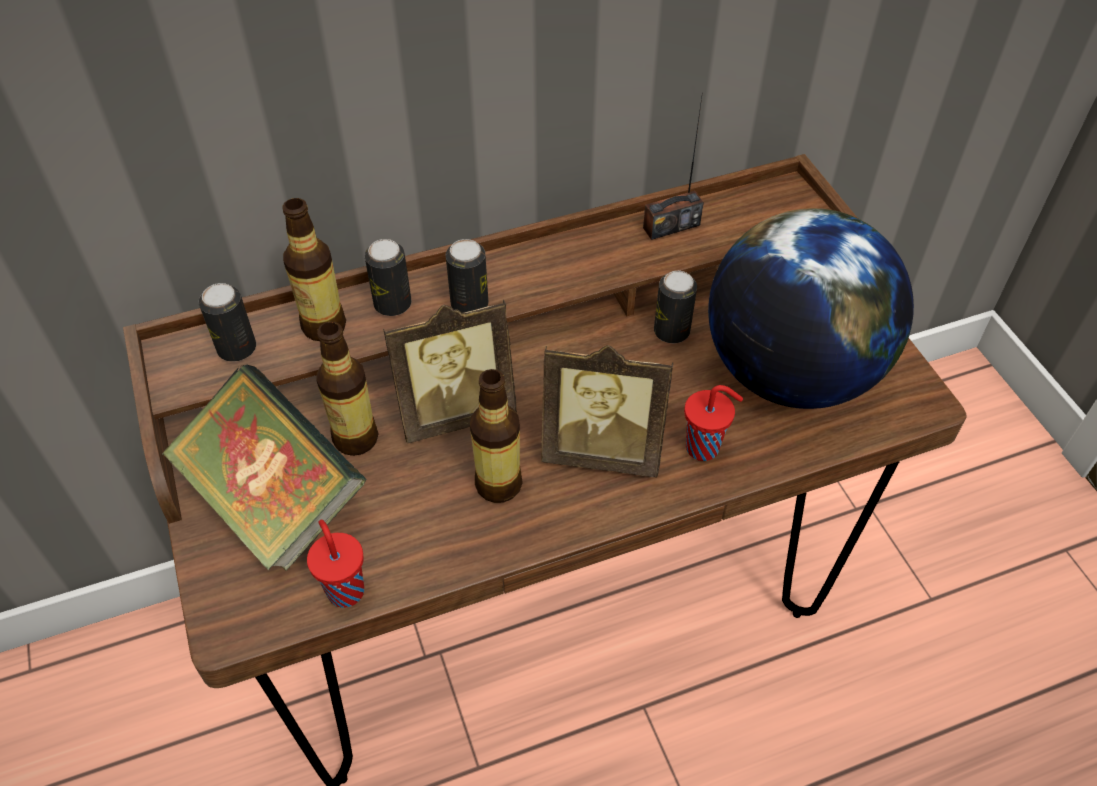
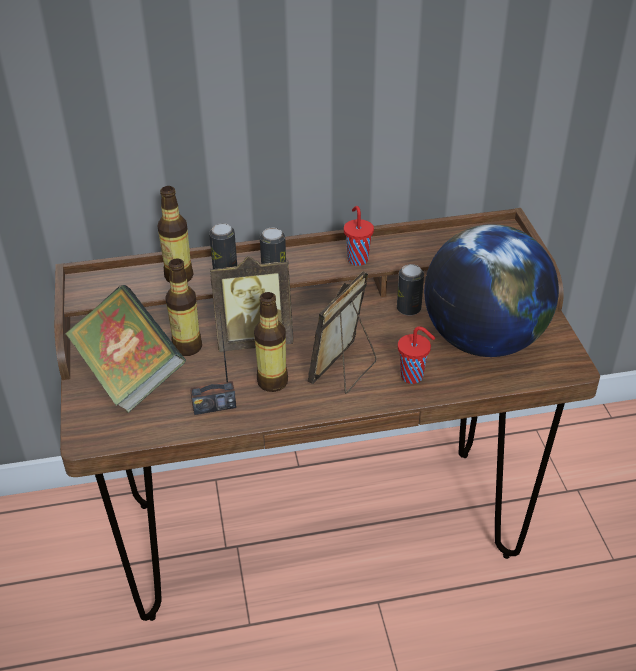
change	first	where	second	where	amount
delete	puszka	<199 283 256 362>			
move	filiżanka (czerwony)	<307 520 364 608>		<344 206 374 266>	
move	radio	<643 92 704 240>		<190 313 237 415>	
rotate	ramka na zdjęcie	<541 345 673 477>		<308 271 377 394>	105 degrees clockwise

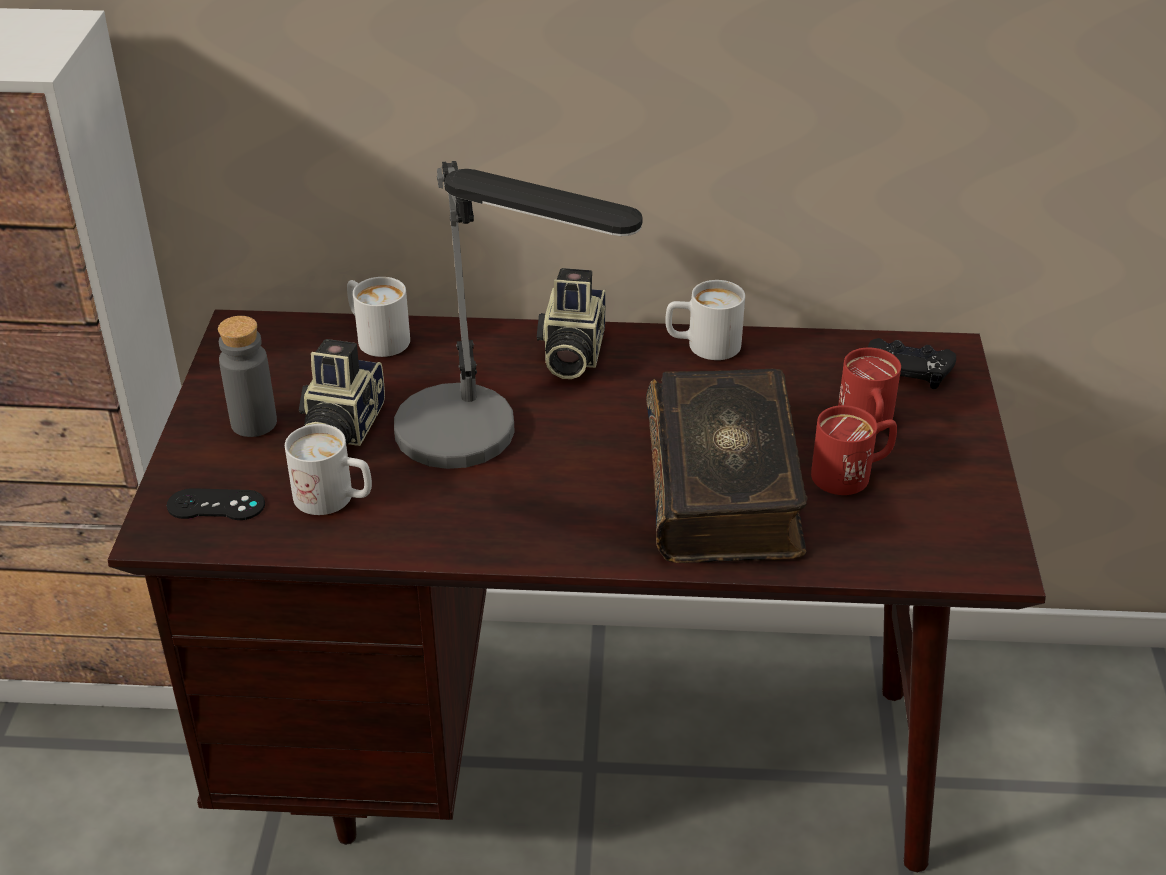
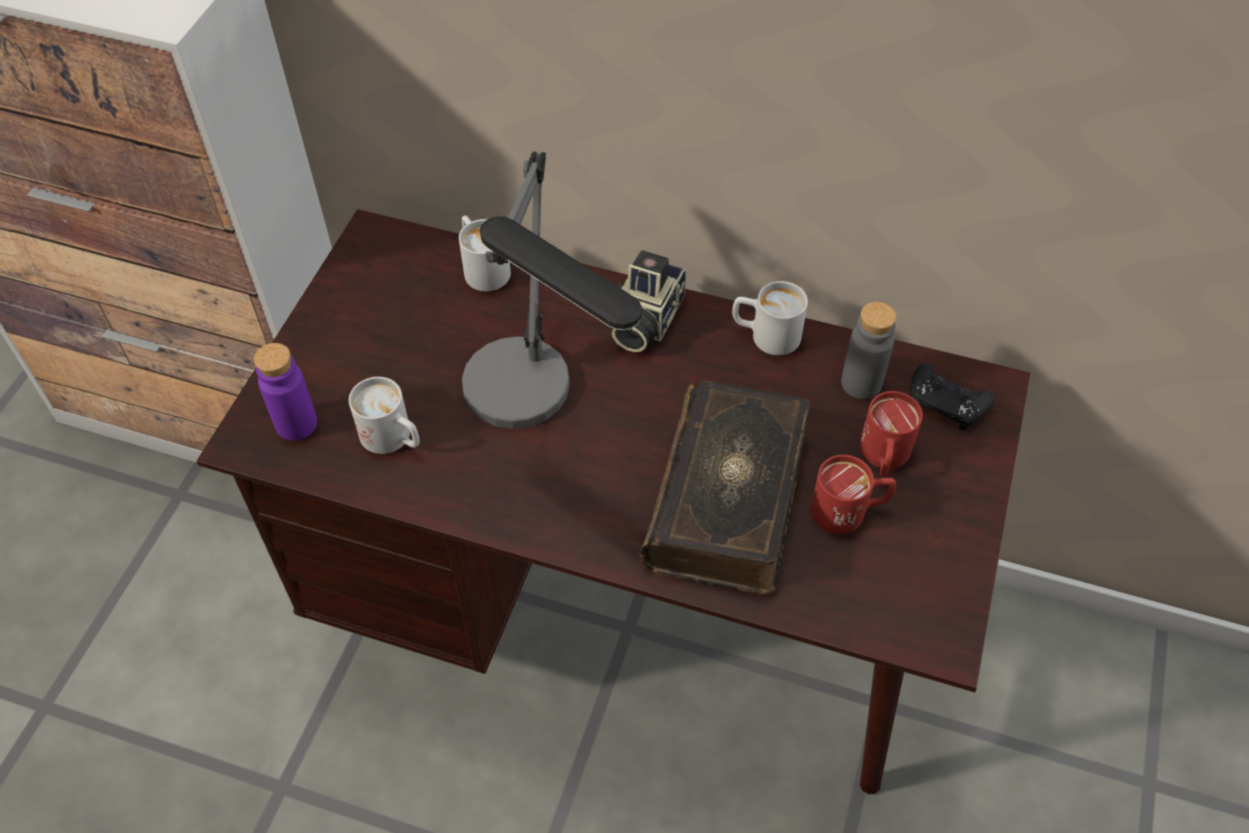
change	first	where	second	where	amount
delete	aparat fotograficzny	<299 339 385 446>			
move	butelka (szary)	<218 316 277 437>		<841 302 896 399>	
replace	pad do gier (czarny)	<167 488 265 520>	butelka (fioletowy)	<254 343 317 441>	

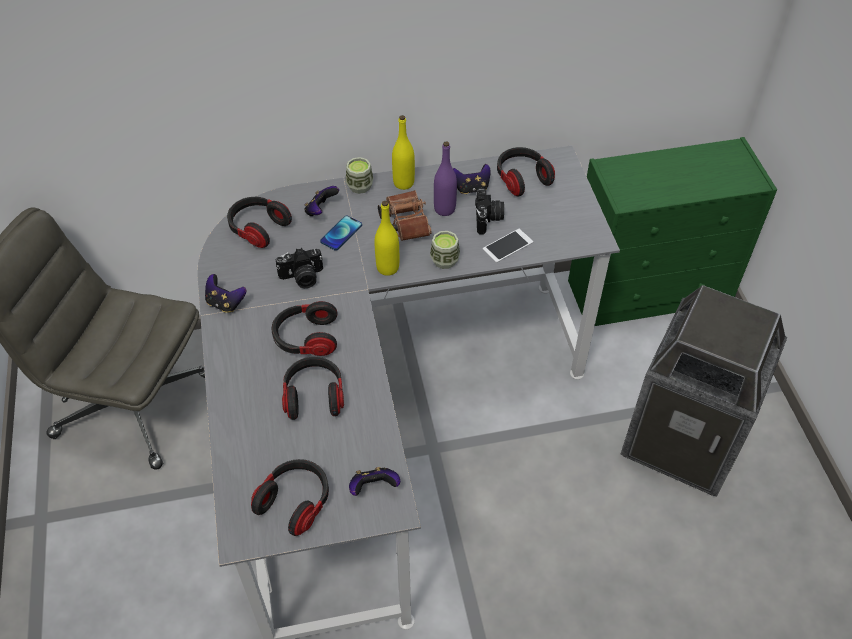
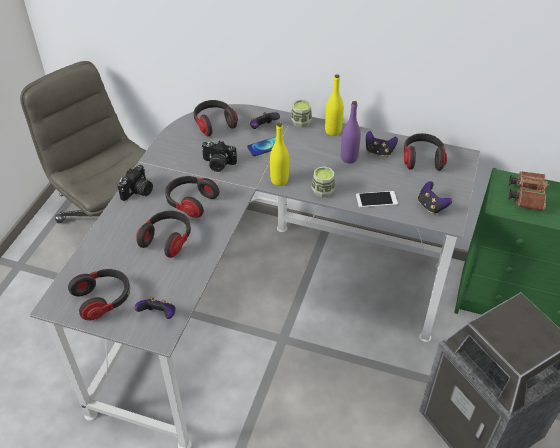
change	first	where	second	where	amount
move	pad do gier	<205 274 246 313>		<418 181 452 215>	
move	lornetka (brązowy)	<378 190 432 241>		<508 171 550 211>	
move	aparat fotograficzny	<475 188 504 234>		<118 165 153 201>	

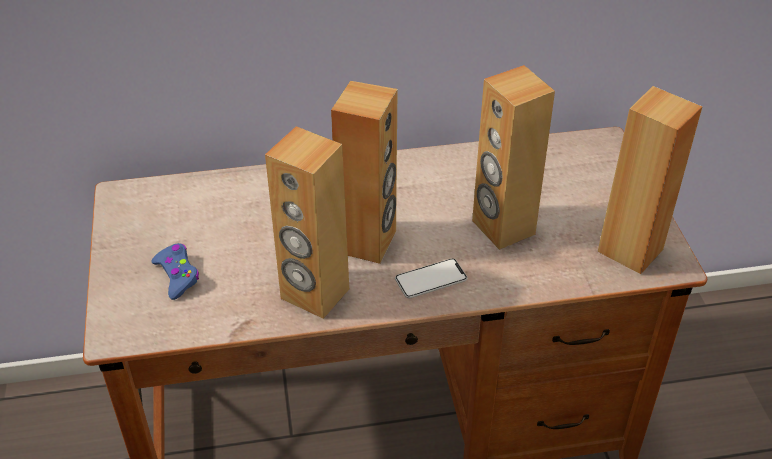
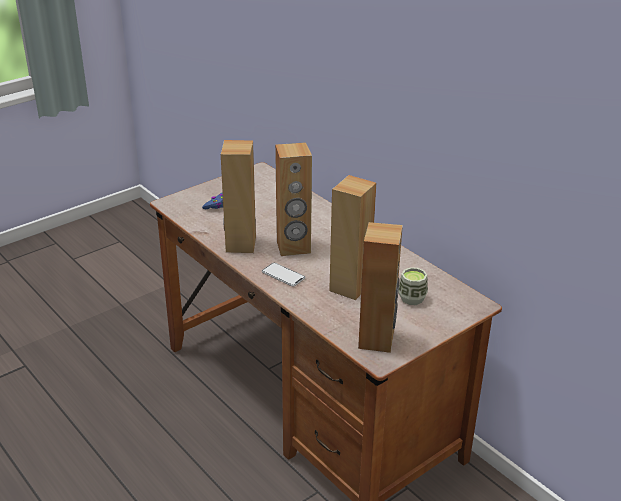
change	first	where	second	where	amount
insert			filiżanka	<398 267 428 305>	

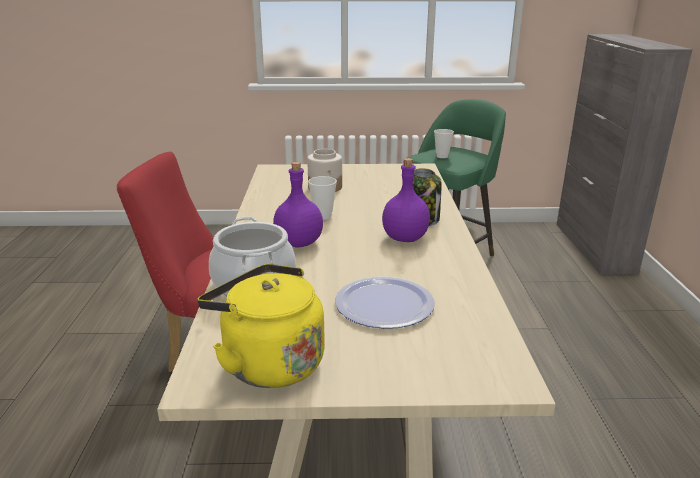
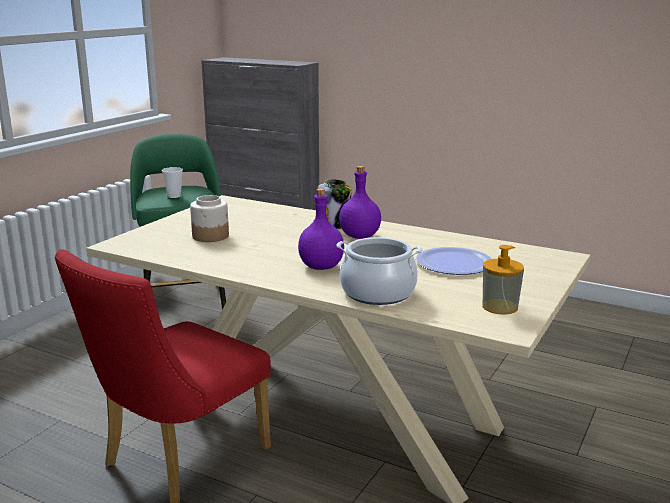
change	first	where	second	where	amount
delete	filiżanka	<308 176 337 220>			
replace	czajnik (żółty)	<198 264 325 388>	dozownik mydła	<482 245 524 315>	

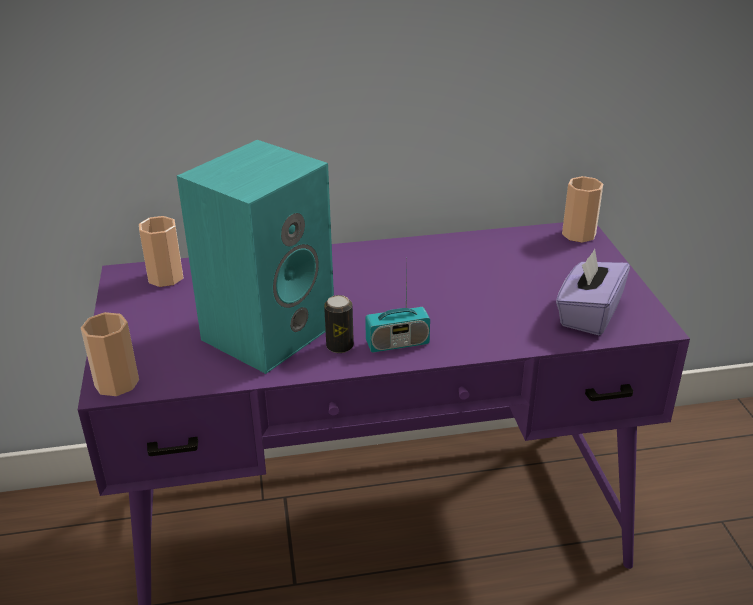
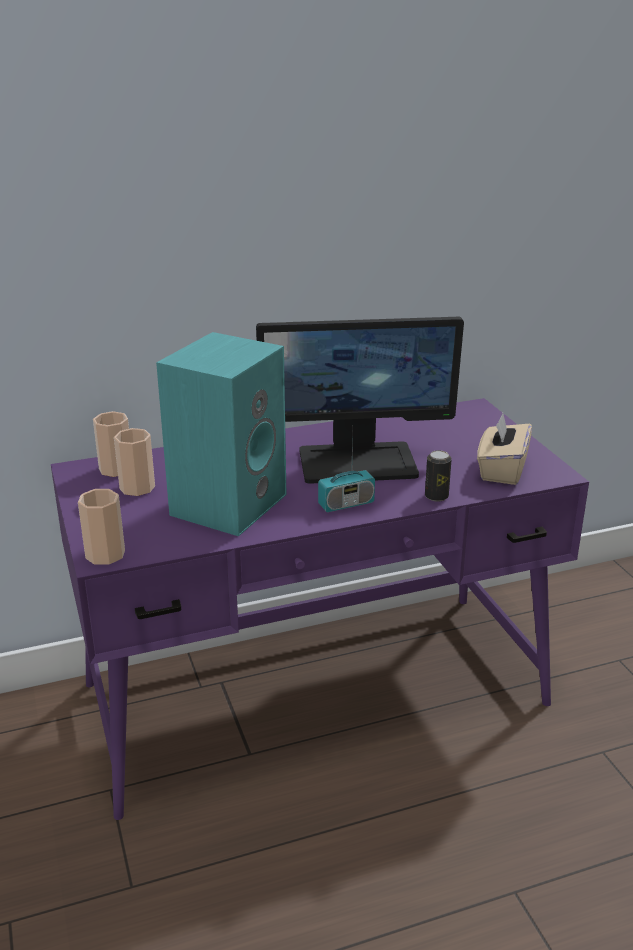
change	first	where	second	where	amount
insert			monitor	<256 317 464 484>	
move	puszka	<324 295 354 353>		<425 450 452 502>	
move	filiżanka	<562 176 603 243>		<114 428 155 496>	
recolor	pudełko chusteczek (fioletowy)	<556 249 630 335>	pudełko chusteczek (beżowy)	<477 413 532 485>	

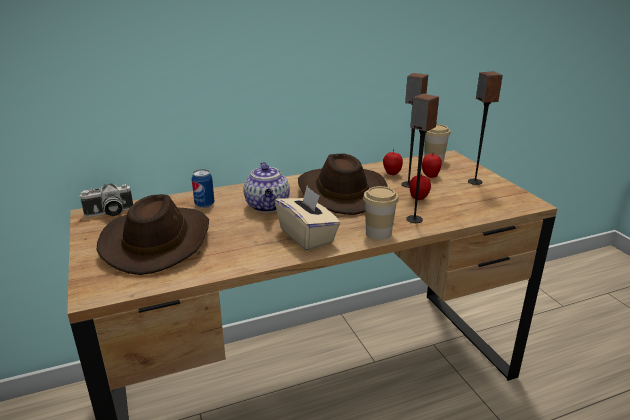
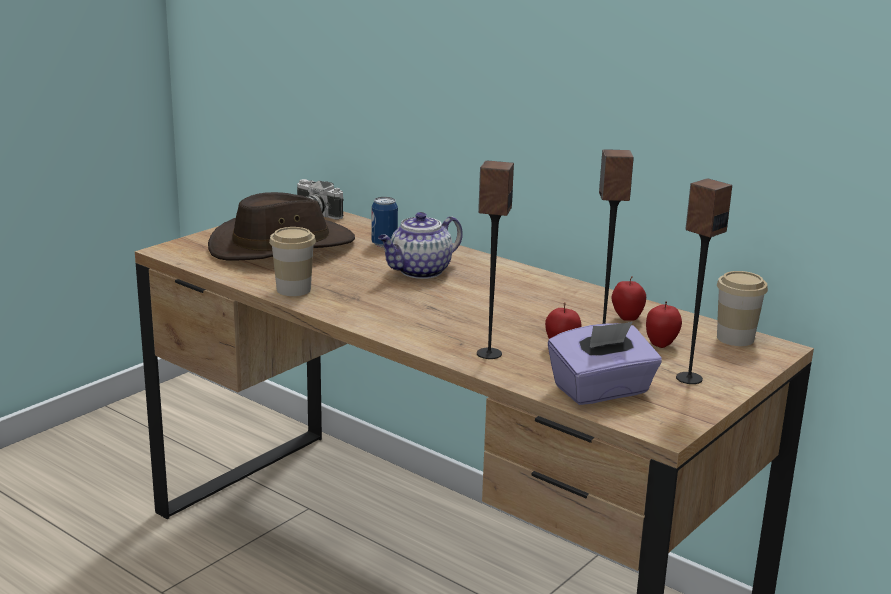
change	first	where	second	where	amount
delete	pudełko chusteczek (beżowy)	<275 186 341 251>			
delete	kapelusz (brązowy)	<298 153 388 215>			
insert			pudełko chusteczek (fioletowy)	<548 322 662 405>	
move	filiżanka	<363 186 399 240>		<269 227 316 296>	

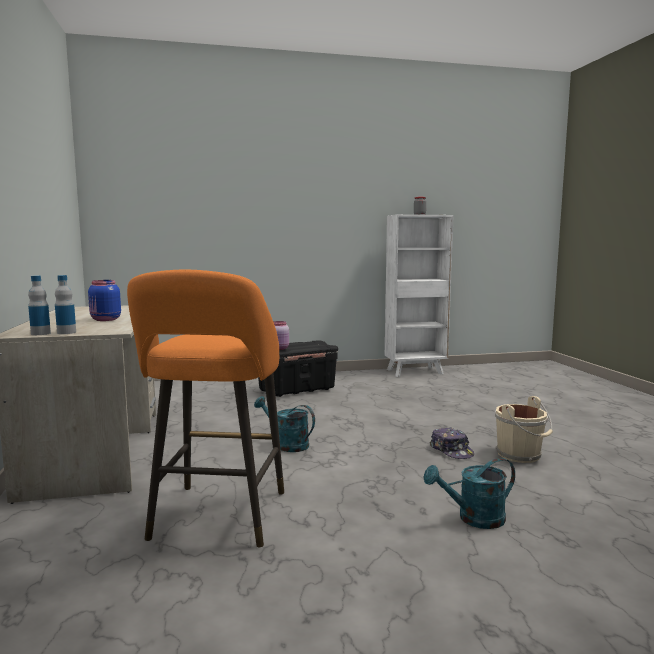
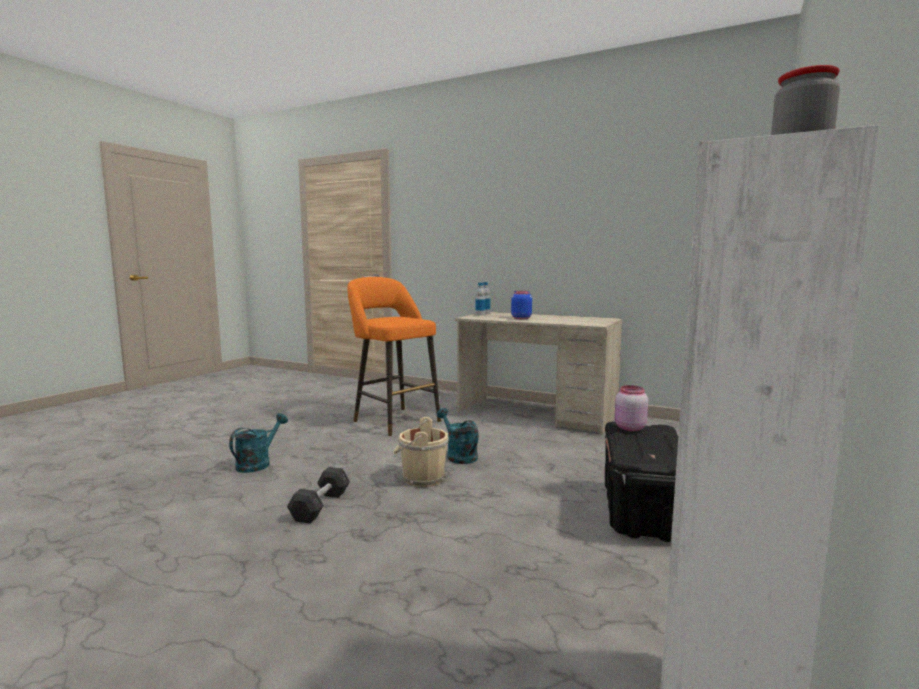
change	first	where	second	where	amount
move	wiadro (beżowy)	<495 396 553 463>		<393 417 449 487>	
replace	czapka z daszkiem	<430 427 474 459>	hantel (szary)	<287 467 350 523>	
rotate	konewka (turkusowy)	<254 396 315 452>		<437 408 479 464>	105 degrees counterclockwise

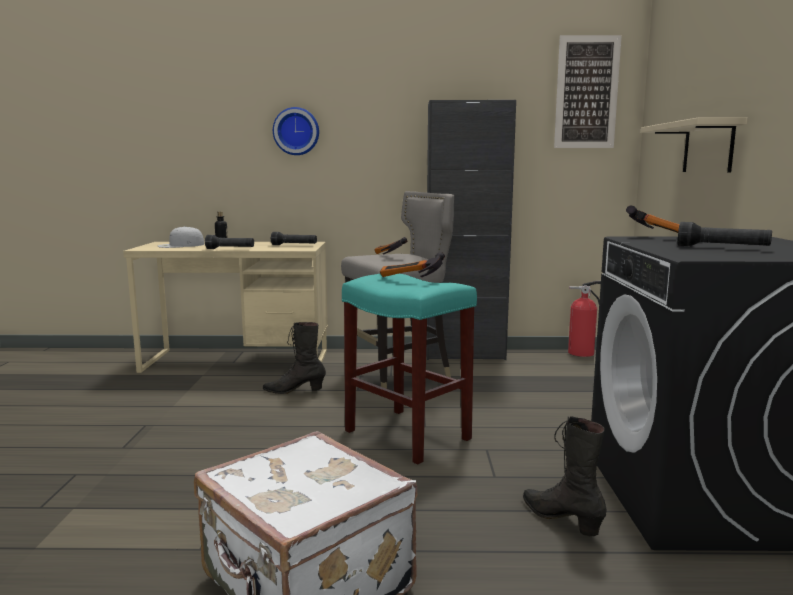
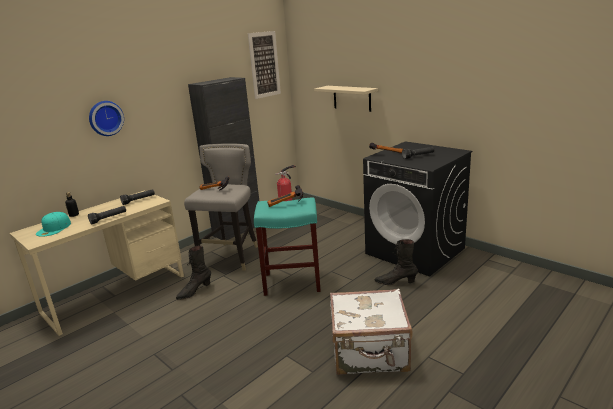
change	first	where	second	where	amount
recolor	czapka z daszkiem (biały)	<158 226 204 248>	czapka z daszkiem (turkusowy)	<36 212 71 237>	

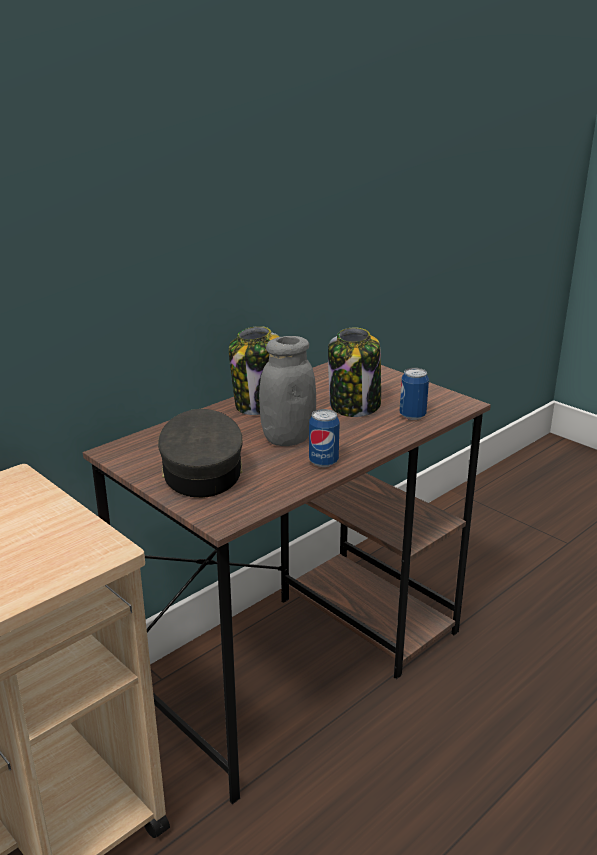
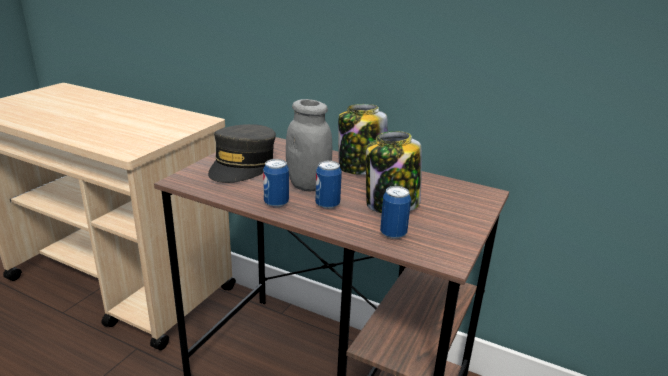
change	first	where	second	where	amount
insert			puszka	<315 160 342 209>	
rotate	czapka z daszkiem (szary)	<158 409 243 498>		<208 124 276 183>	135 degrees clockwise

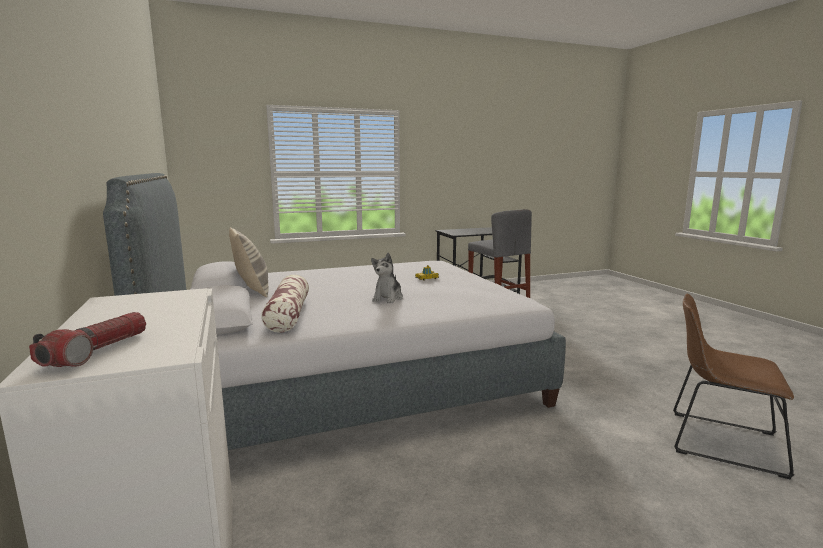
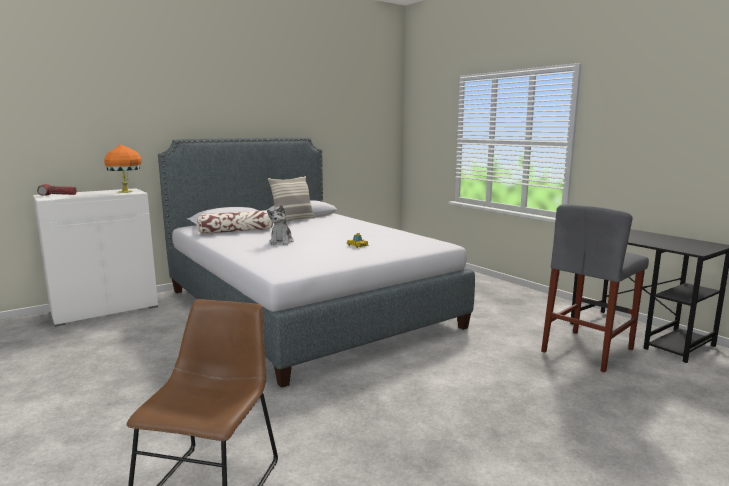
change	first	where	second	where	amount
insert			lampa stołowa (pomarańczowy)	<104 144 142 193>	
rotate	pluszak	<371 253 403 303>		<267 205 294 245>	90 degrees counterclockwise

